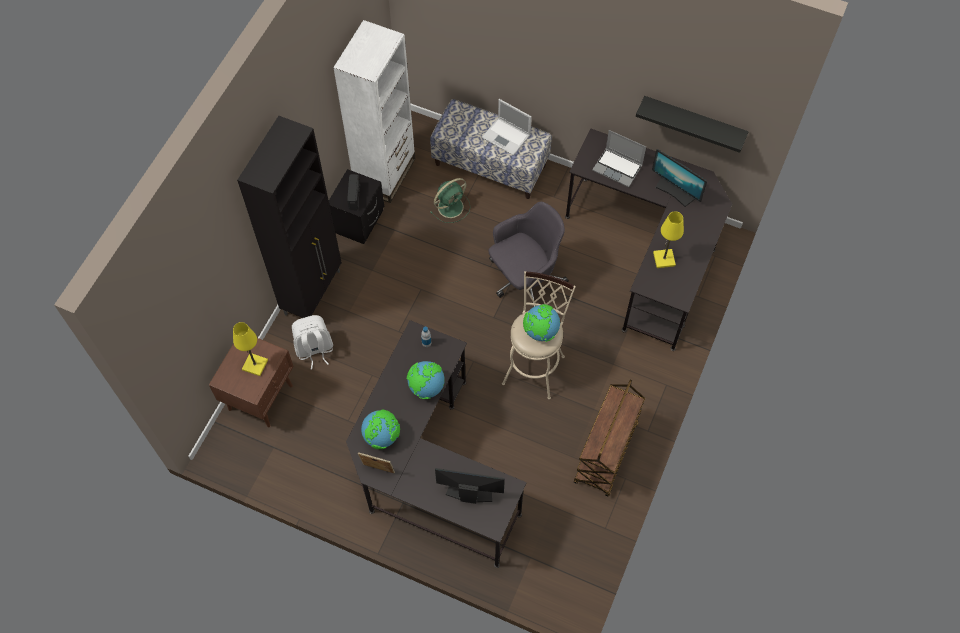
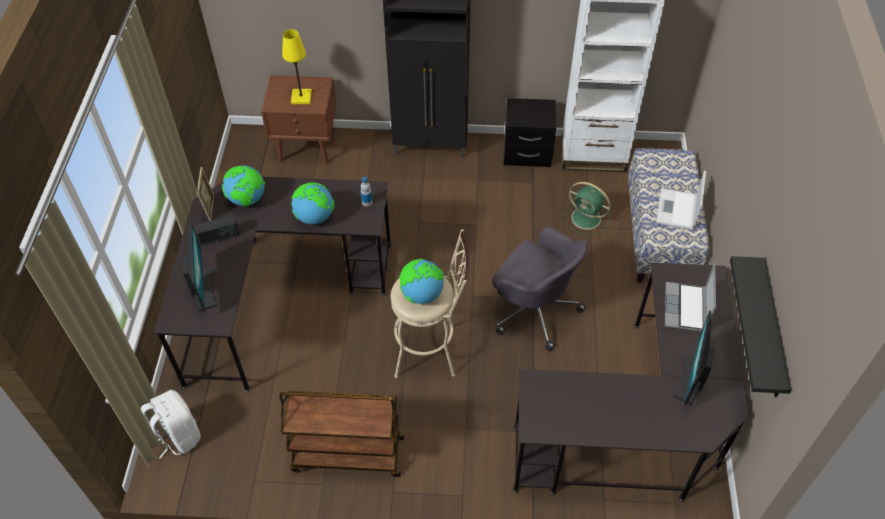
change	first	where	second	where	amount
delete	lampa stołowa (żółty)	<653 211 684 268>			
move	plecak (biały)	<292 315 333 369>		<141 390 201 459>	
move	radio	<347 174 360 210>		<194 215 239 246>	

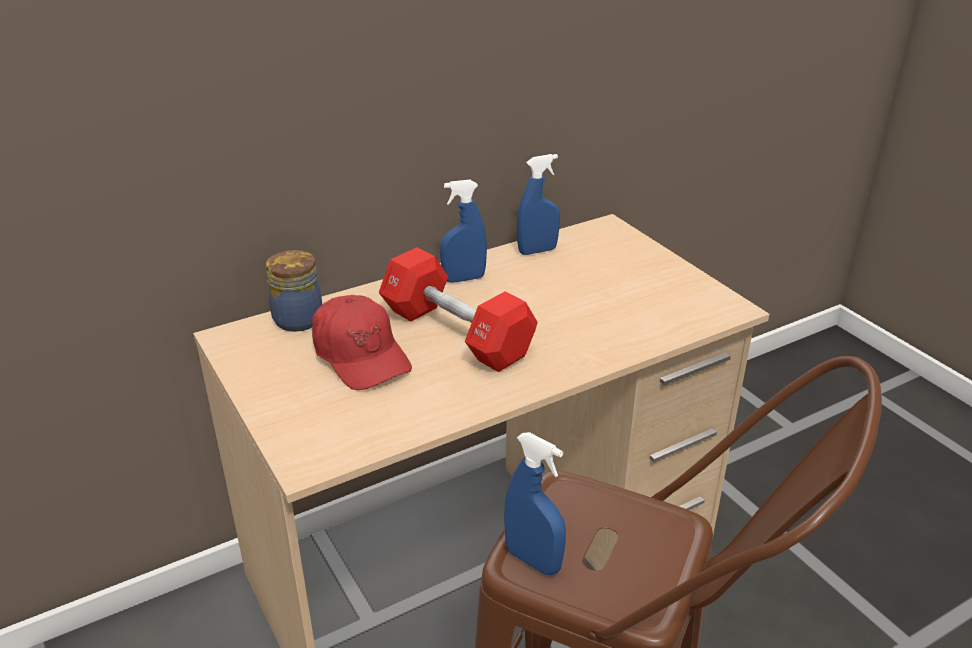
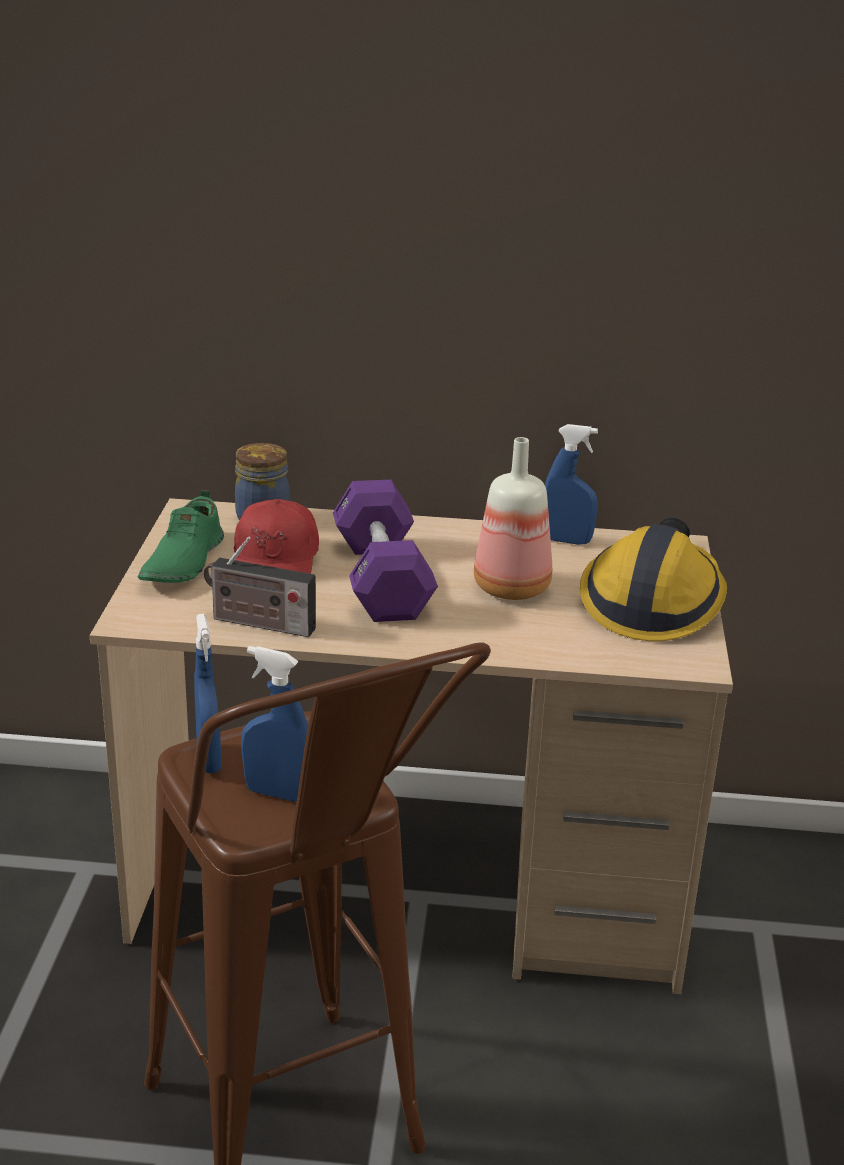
change	first	where	second	where	amount
insert			but (zielony)	<137 489 224 583>	
insert			radio	<204 537 316 637>	
insert			butelka	<474 437 552 600>	
insert			kask	<580 518 727 641>	
move	spryskiwacz (niebieski)	<440 180 487 283>		<241 646 308 802>	
recolor	hantel (czerwony)	<379 247 538 372>	hantel (fioletowy)	<333 480 438 622>	

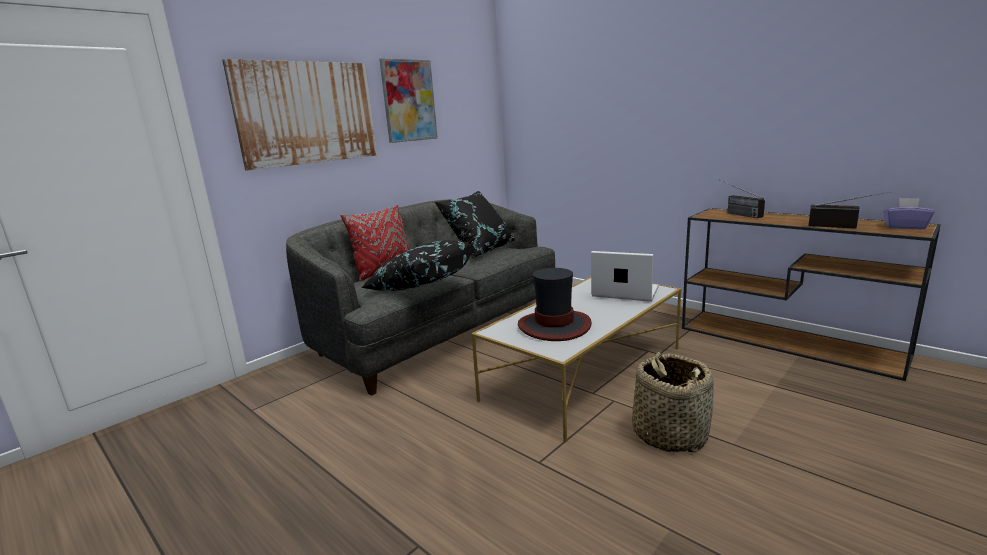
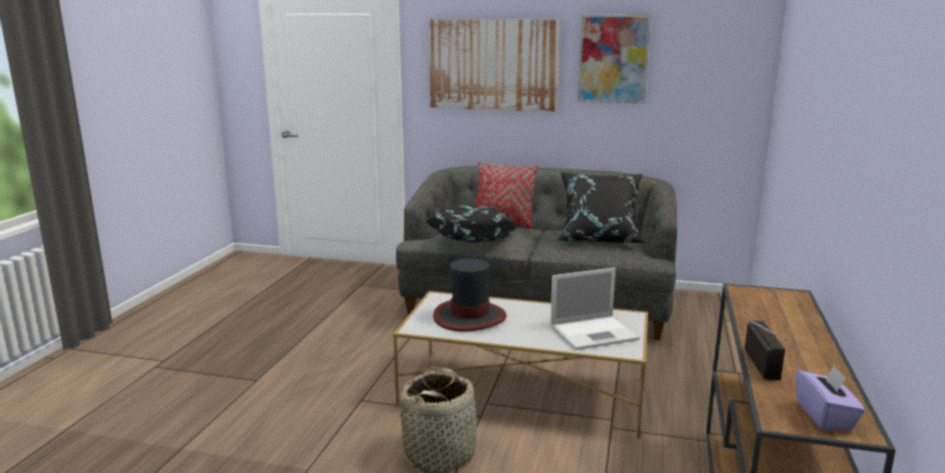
change	first	where	second	where	amount
delete	radio	<720 180 765 218>			
rotate	laptop	<591 251 659 302>		<550 268 640 350>	75 degrees clockwise

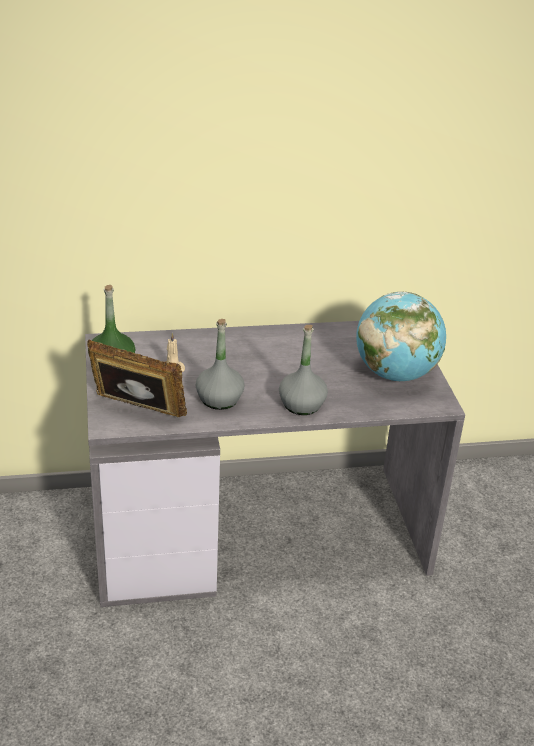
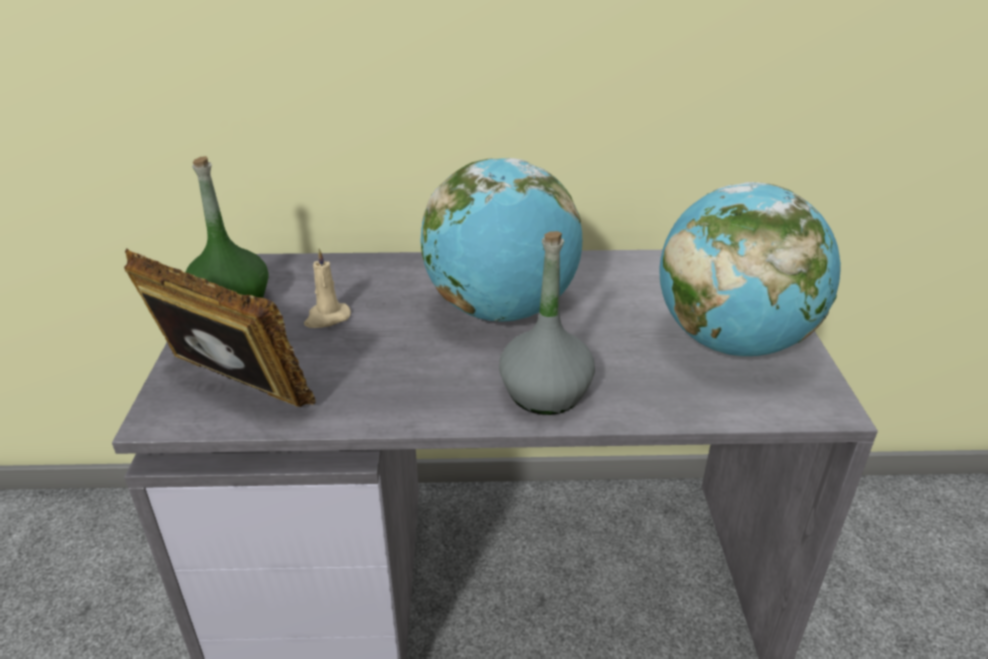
change	first	where	second	where	amount
delete	butelka (szary)	<196 319 245 410>			
insert			globus	<420 158 582 322>	

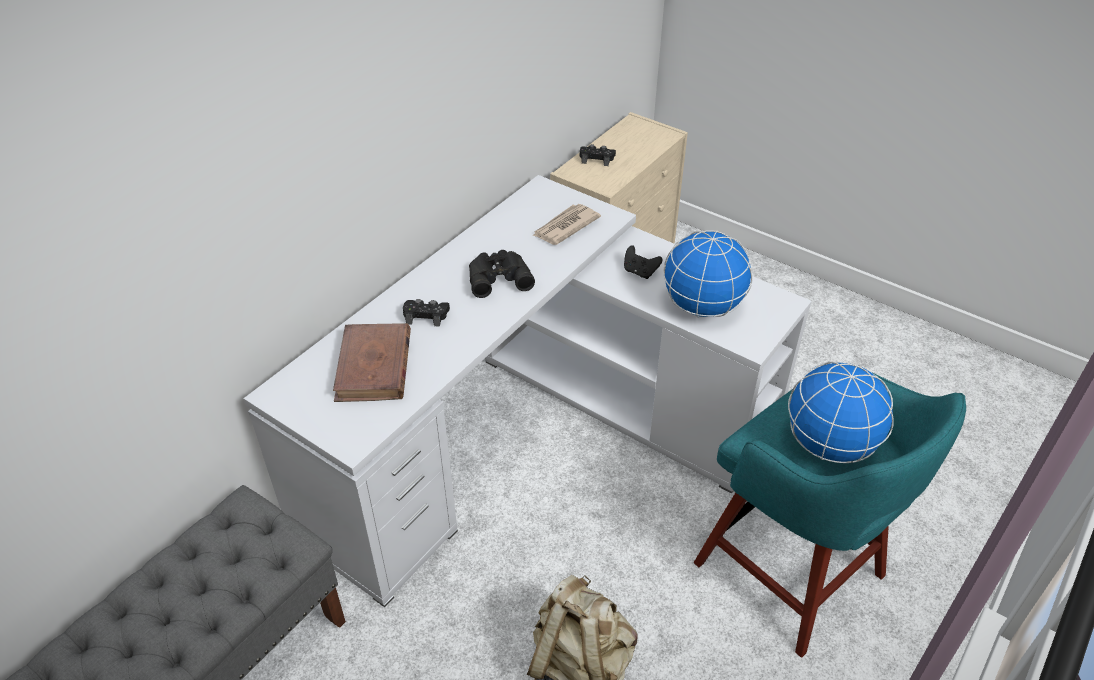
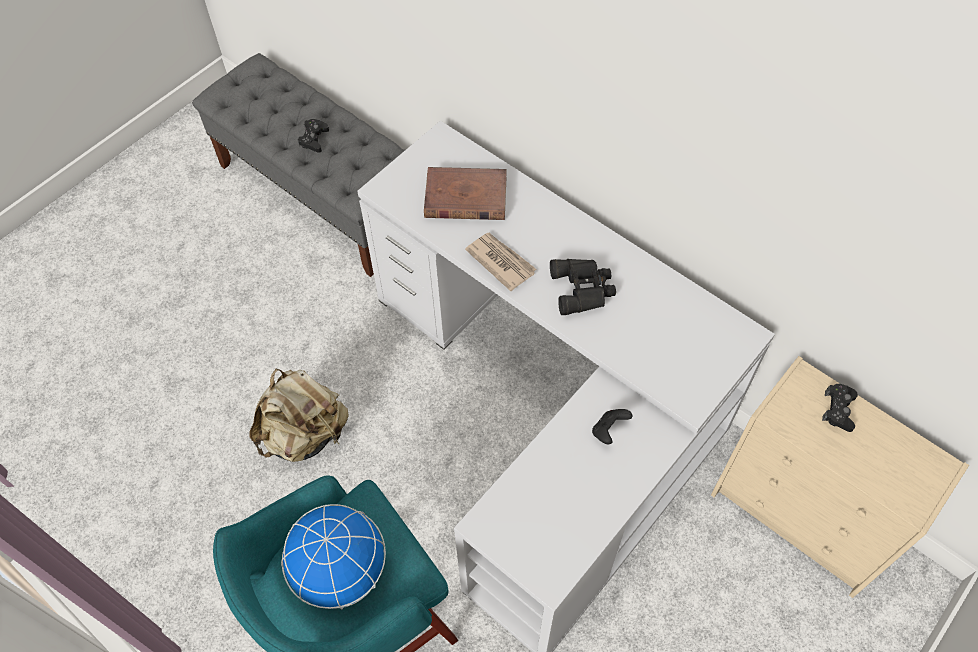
change	first	where	second	where	amount
delete	globus	<663 230 753 317>			
move	pad do gier (czarny)	<403 299 450 327>		<298 119 329 152>	
move	gazeta	<532 204 601 245>		<465 233 536 291>	

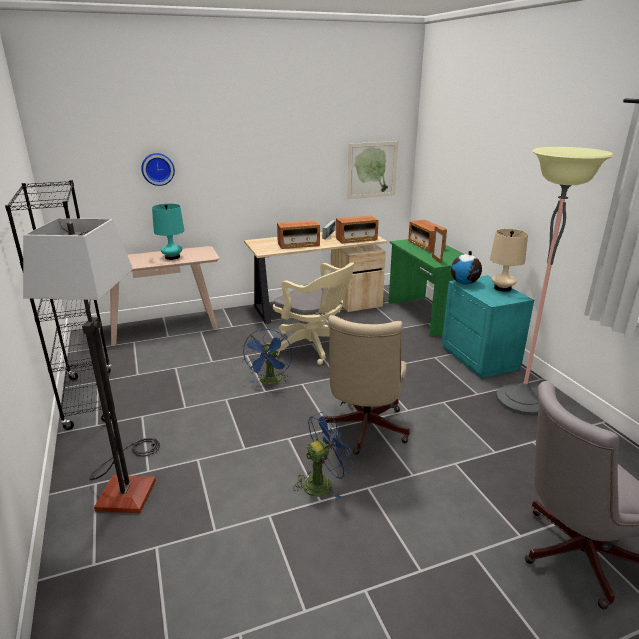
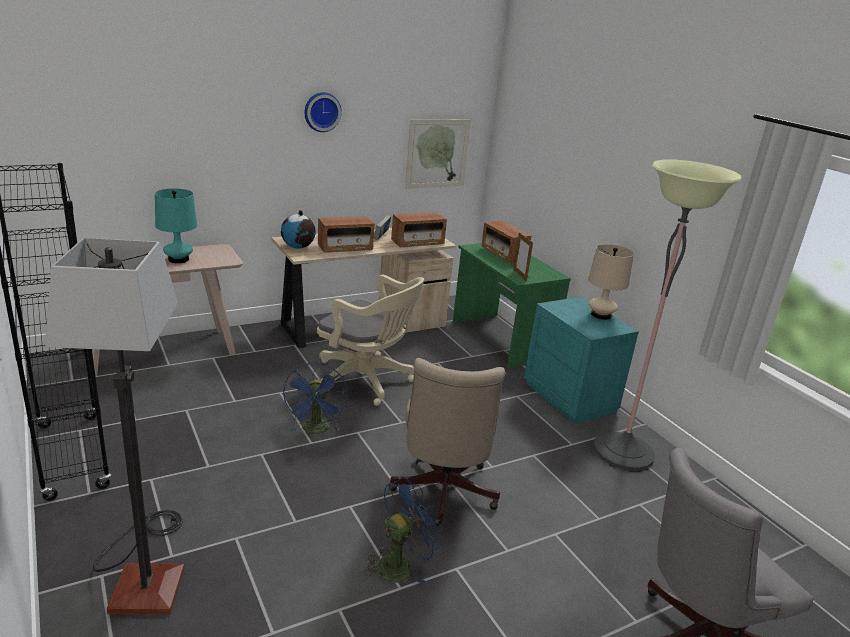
change	first	where	second	where	amount
move	zegar ścienny	<141 153 175 186>		<305 92 342 132>	
move	globus	<451 251 482 284>		<281 210 316 249>	

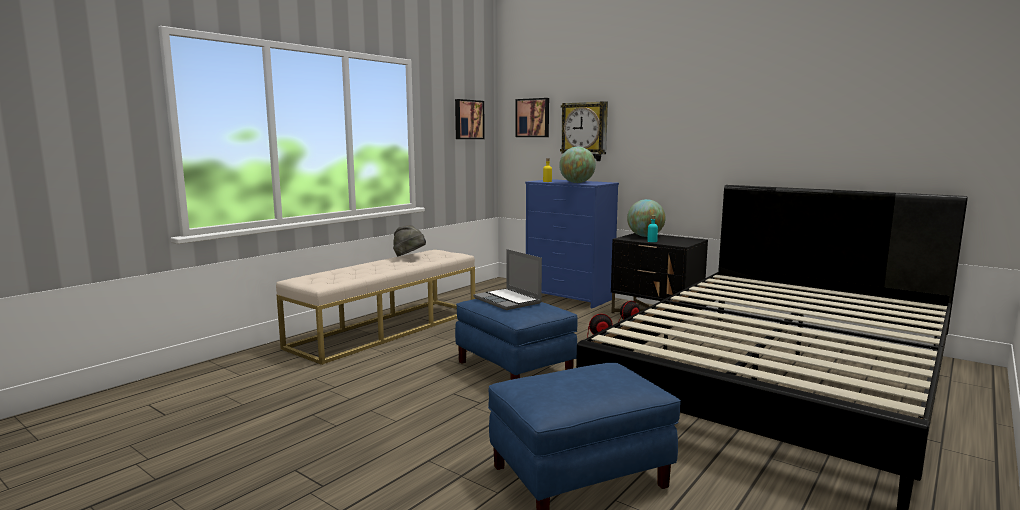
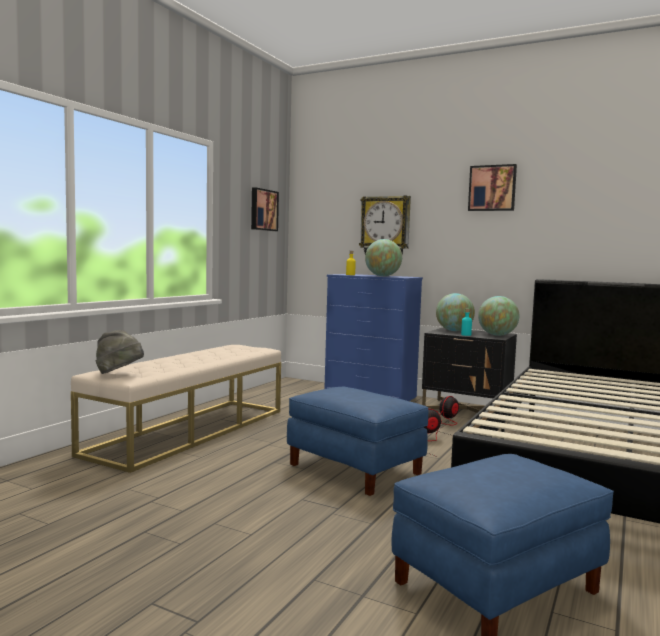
change	first	where	second	where	amount
delete	laptop	<473 249 542 310>			
insert			globus	<478 296 519 336>	
move	kapelusz (szary)	<393 225 426 256>		<96 330 144 374>	
move	obraz	<515 98 549 137>		<468 164 517 211>	

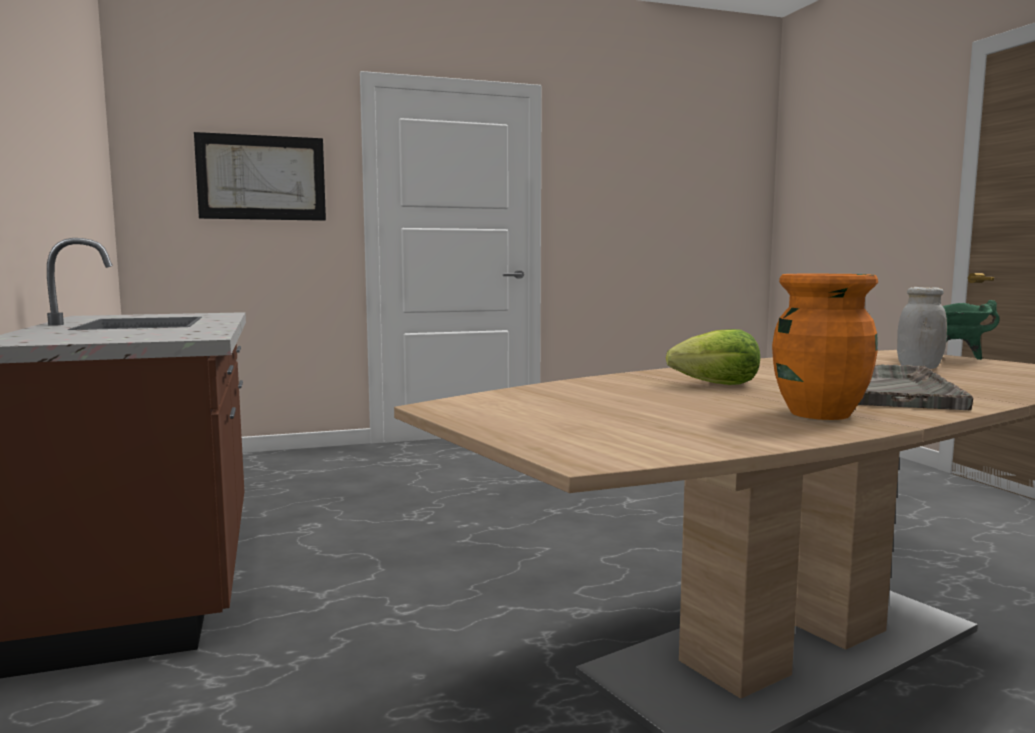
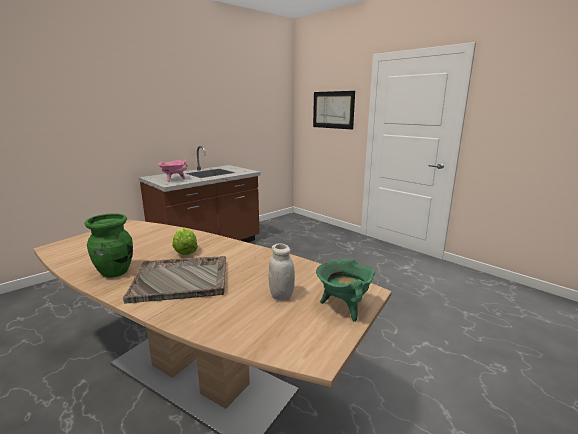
change	first	where	second	where	amount
insert			garnek (różowy)	<158 160 188 182>	
recolor	wazon (pomarańczowy)	<772 274 878 420>	wazon (zielony)	<84 213 133 278>	

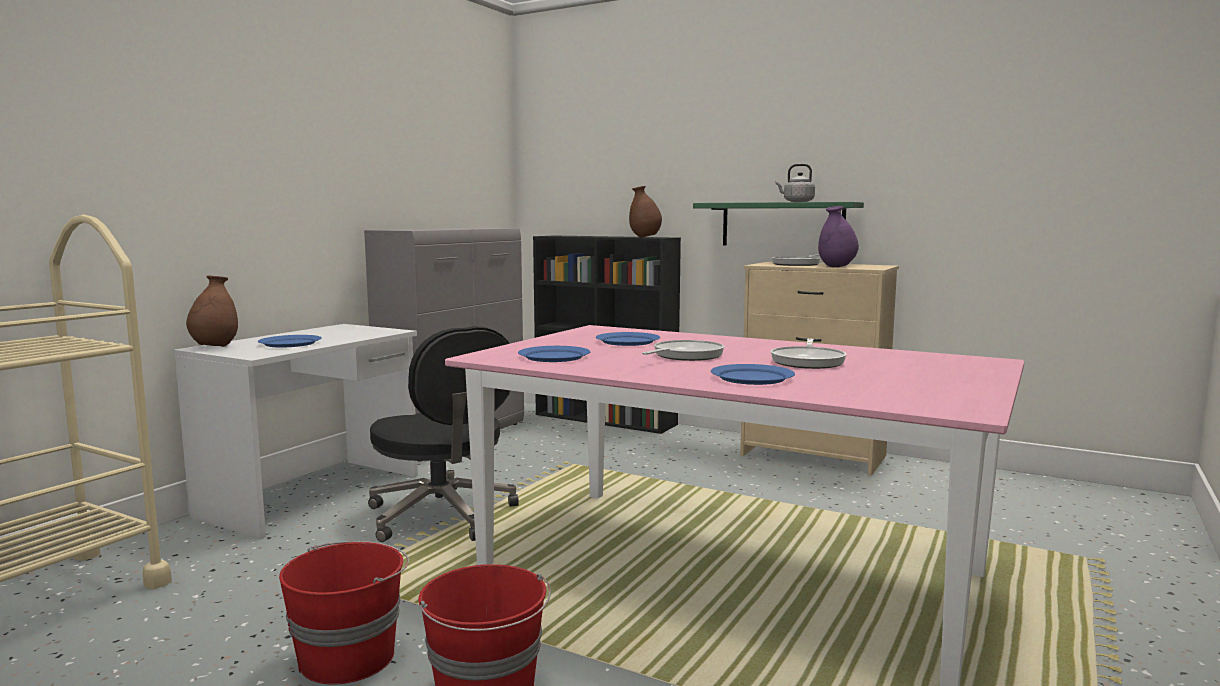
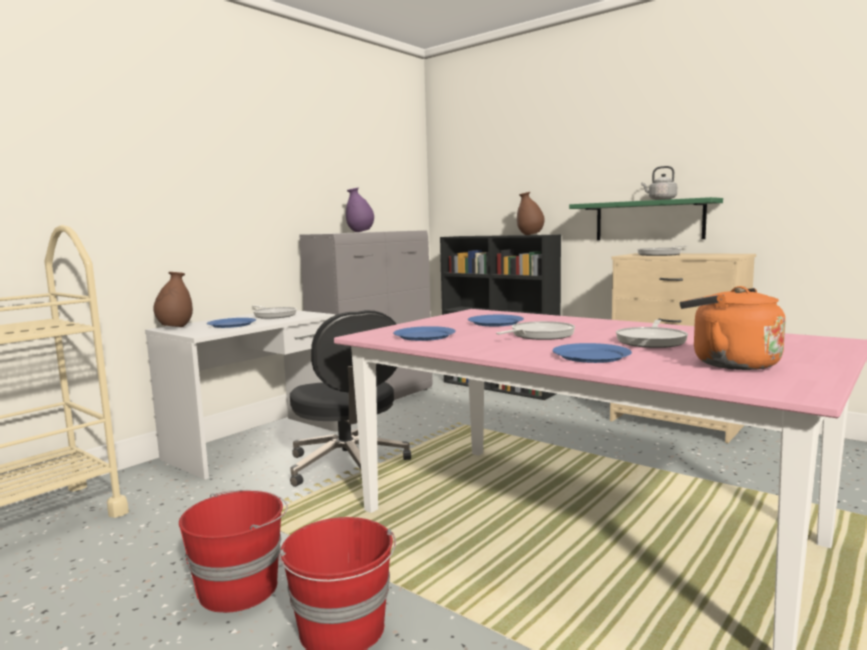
change	first	where	second	where	amount
insert			patelnia	<252 305 297 319>	
insert			czajnik (pomarańczowy)	<680 286 785 370>	
move	wazon (fioletowy)	<818 206 859 267>		<346 187 374 232>	

